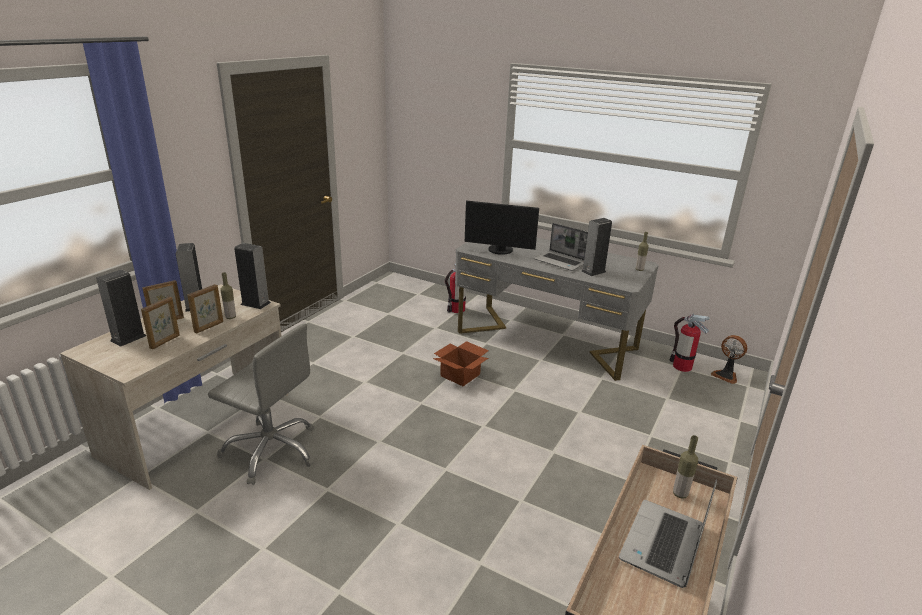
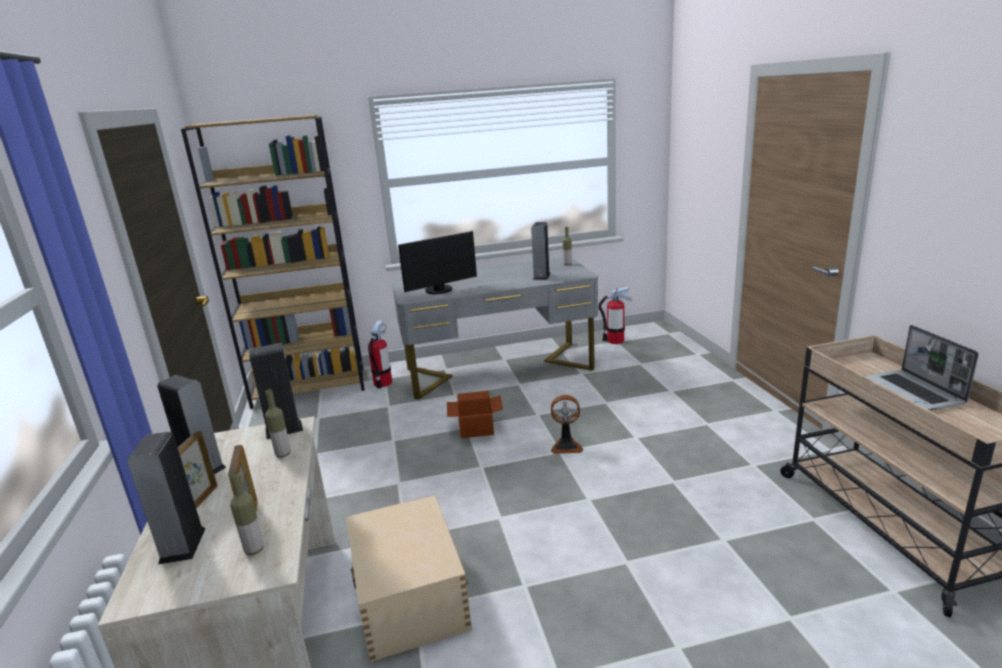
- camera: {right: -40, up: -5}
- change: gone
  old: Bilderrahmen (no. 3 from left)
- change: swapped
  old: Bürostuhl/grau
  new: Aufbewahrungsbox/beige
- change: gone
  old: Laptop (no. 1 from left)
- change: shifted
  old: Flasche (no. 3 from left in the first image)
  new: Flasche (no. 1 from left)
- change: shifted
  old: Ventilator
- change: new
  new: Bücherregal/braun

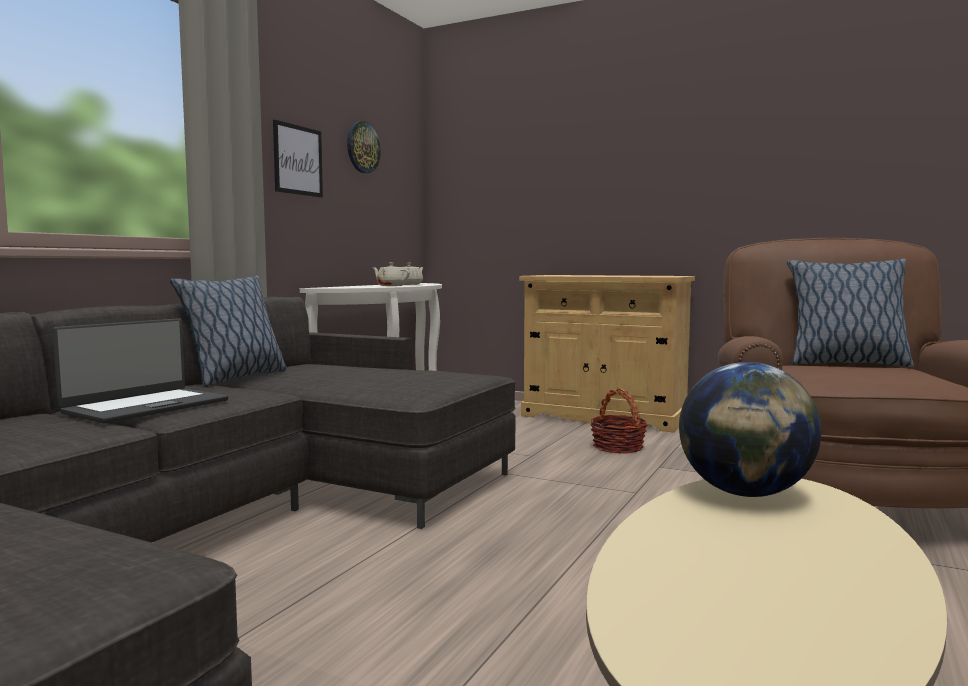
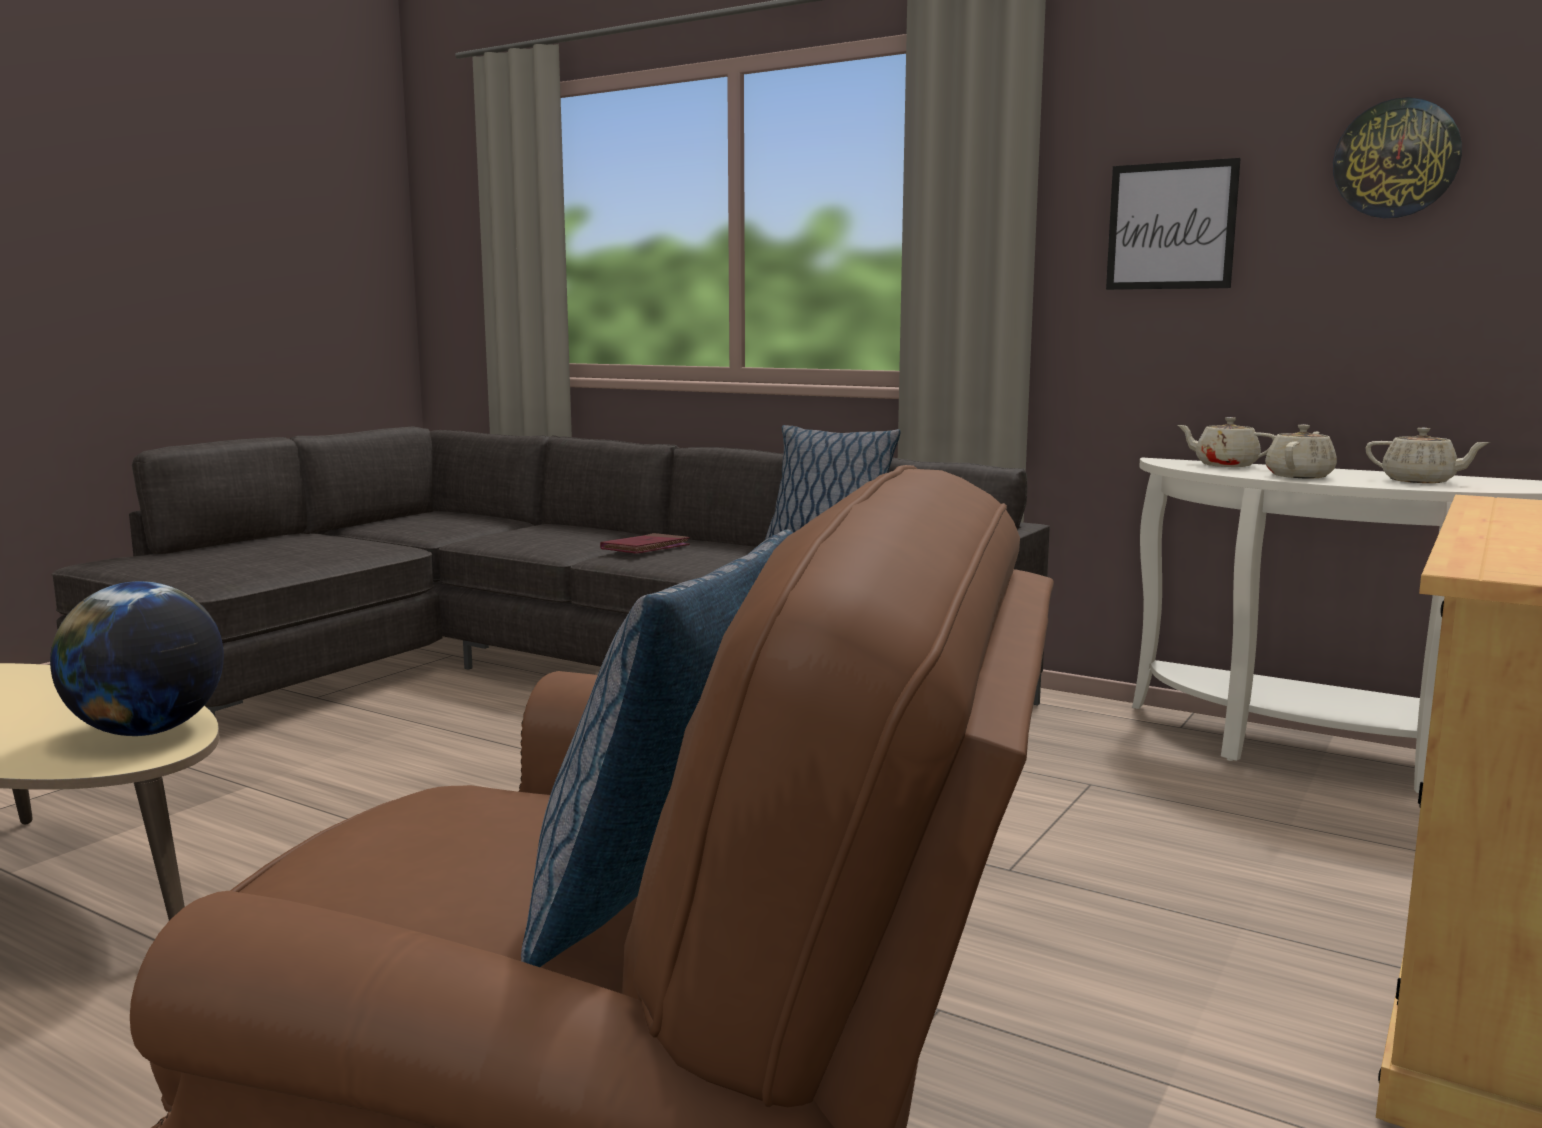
- camera: {right: 95, up: 5}
- change: swapped
  old: Laptop
  new: Buch/rot
- change: gone
  old: Korb
- change: new
  new: Teekanne/beige (no. 1 from left)

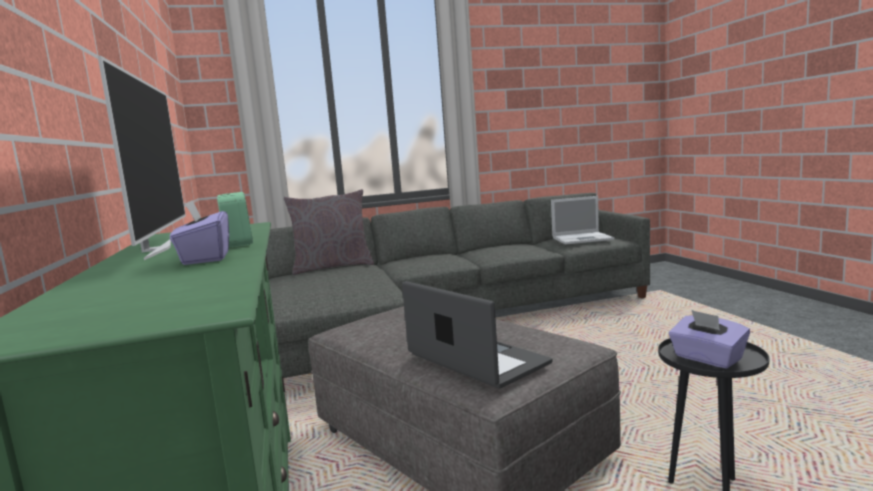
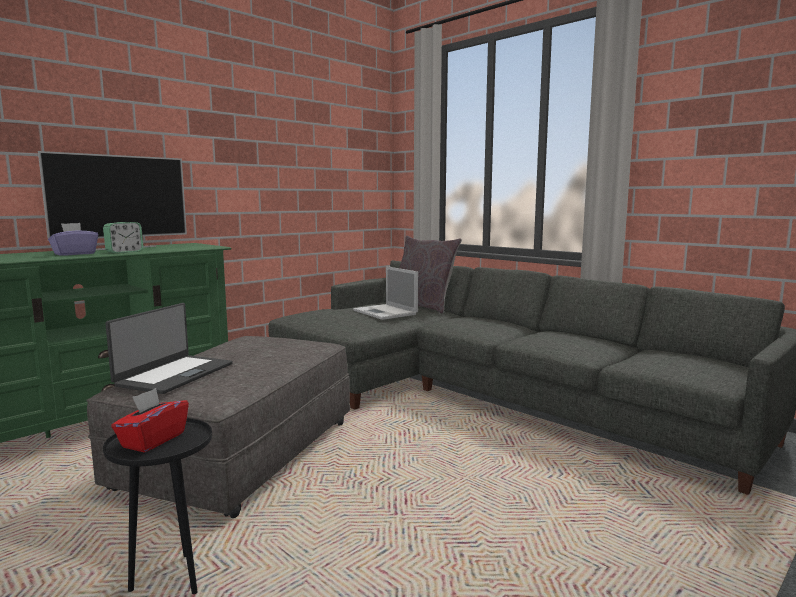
- camera: {right: 60, up: 0}
- change: shifted
  old: Laptop (no. 2 from left)
- change: repainted
  old: Taschentuchbox/lila (no. 2 from left)
  new: Taschentuchbox/rot

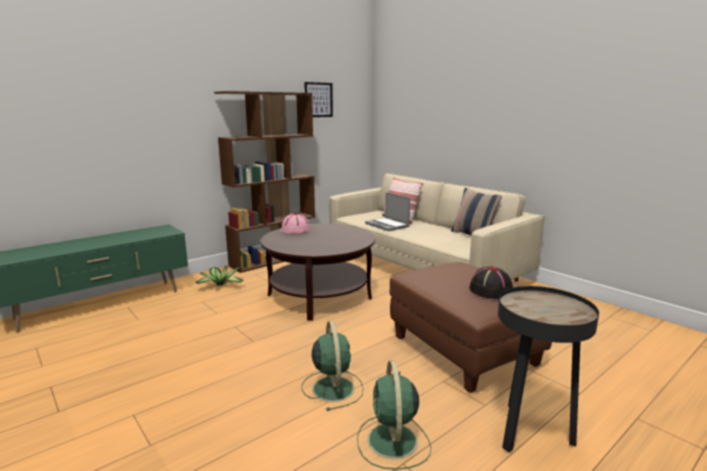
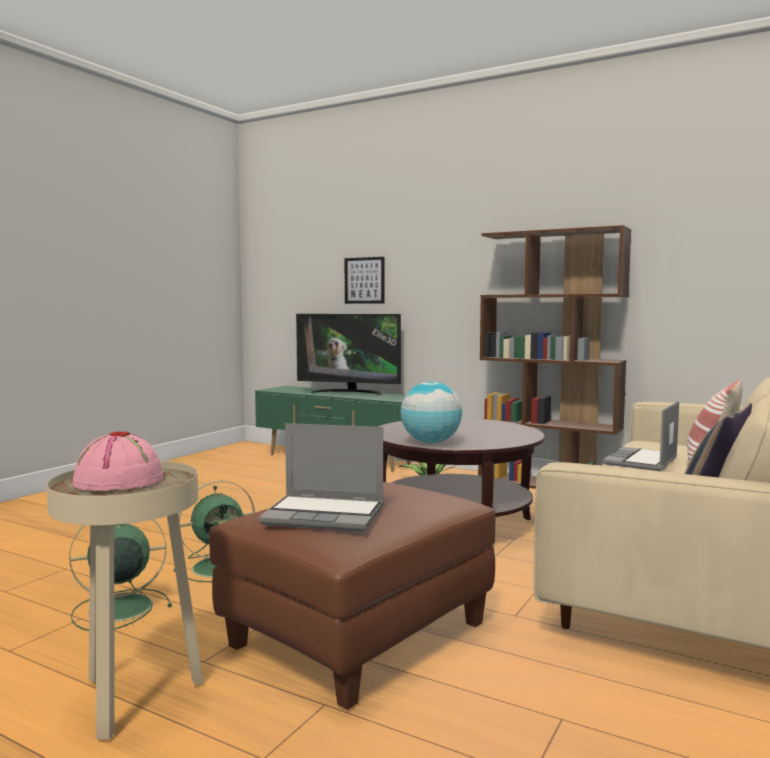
- camera: {right: 70, up: -10}
- change: shifted
  old: Hut/rosa
- change: shifted
  old: Bild
- change: swapped
  old: Hut/schwarz
  new: Laptop (no. 1 from left)
- change: repainted
  old: Beistelltisch/schwarz
  new: Beistelltisch/beige
- change: new
  new: Fernseher
- change: new
  new: Globus

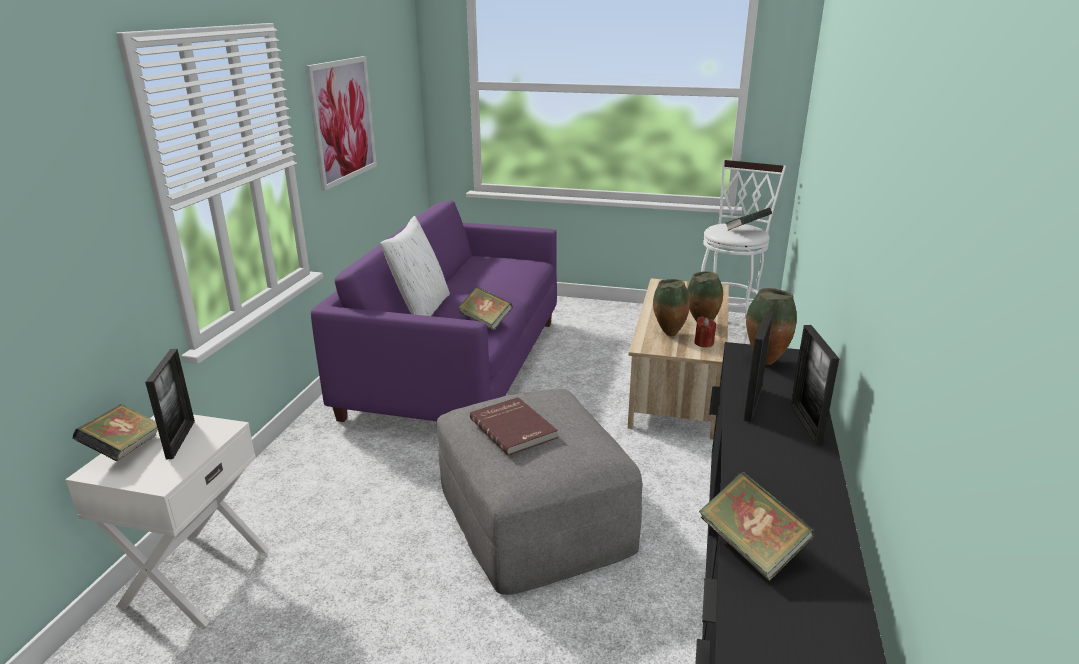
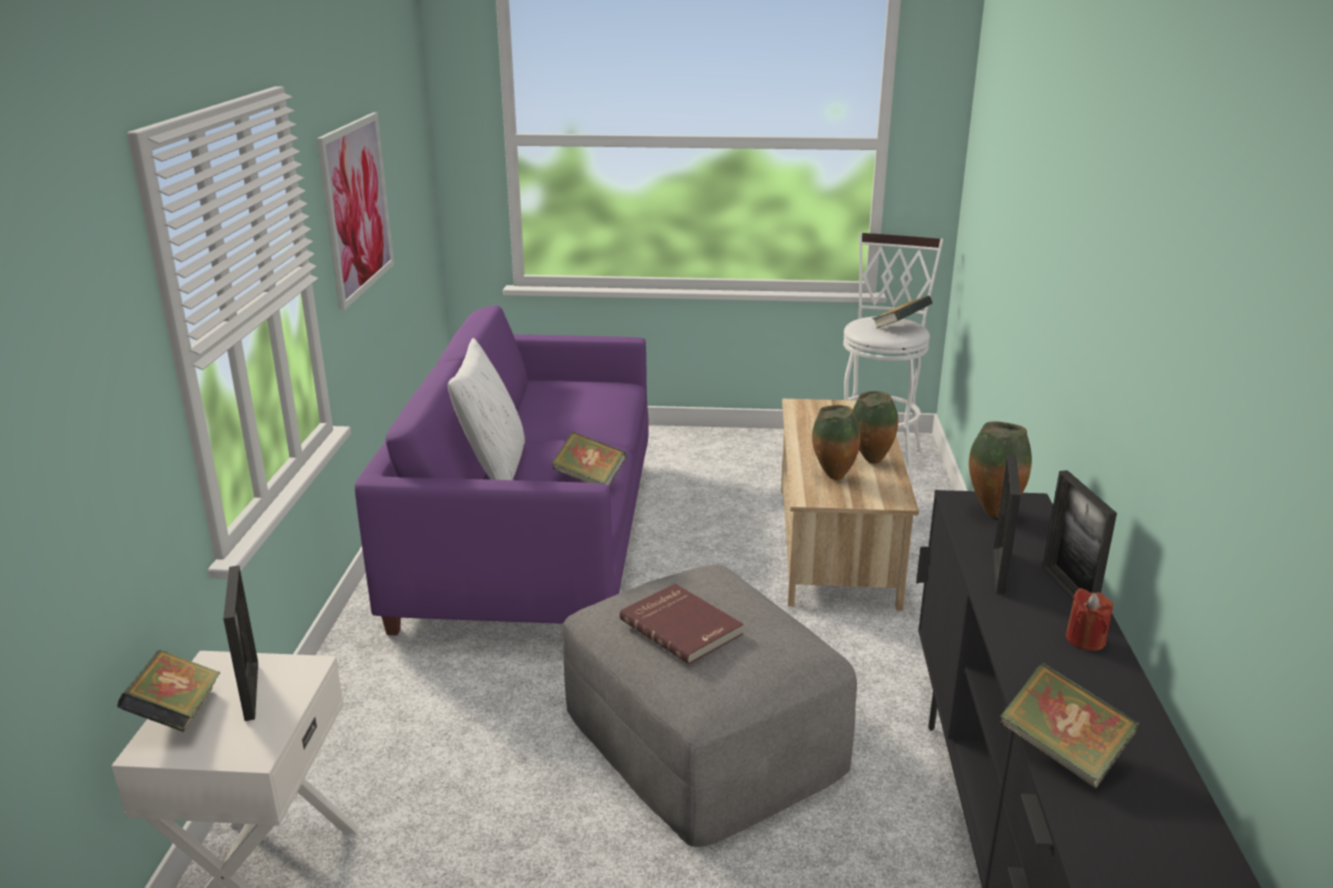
- camera: {right: -10, up: 0}
- change: shifted
  old: Kerze/rot

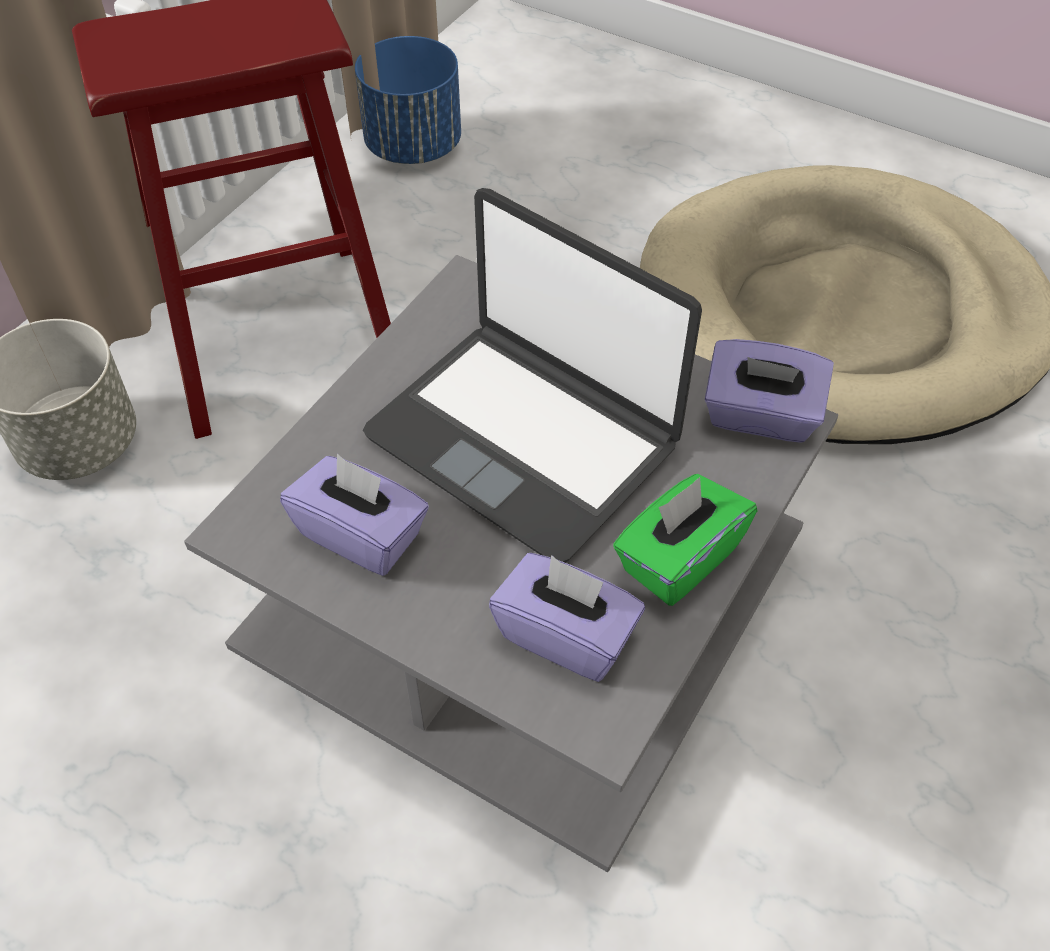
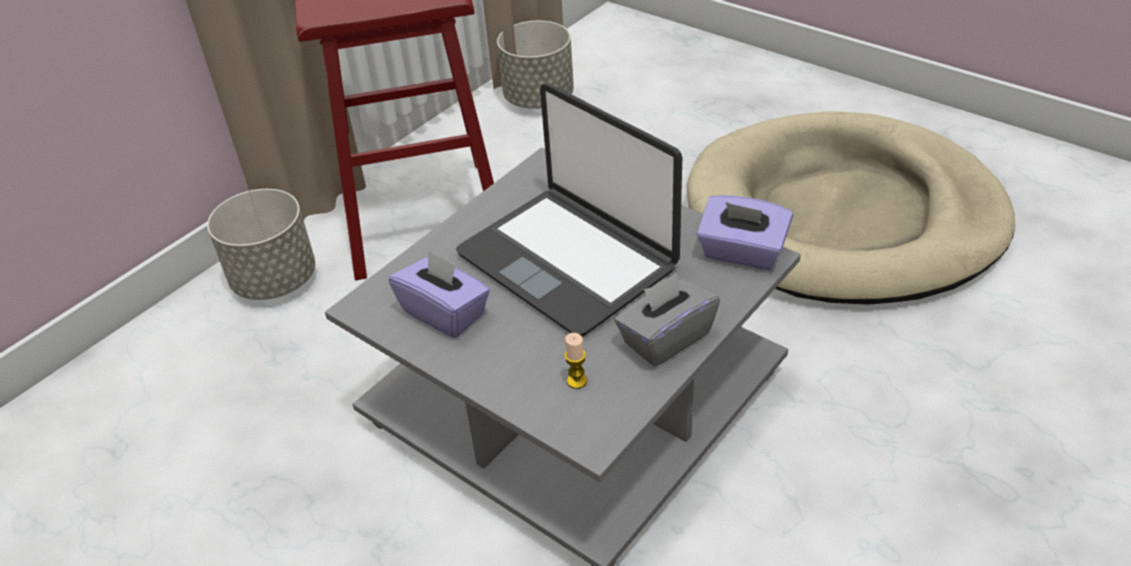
- camera: {right: 10, up: -10}
- change: repainted
  old: Pflanzkübel/blau
  new: Pflanzkübel/grau (no. 2 from left)
- change: swapped
  old: Taschentuchbox/lila (no. 2 from left)
  new: Kerze
- change: repainted
  old: Taschentuchbox/grün
  new: Taschentuchbox/grau

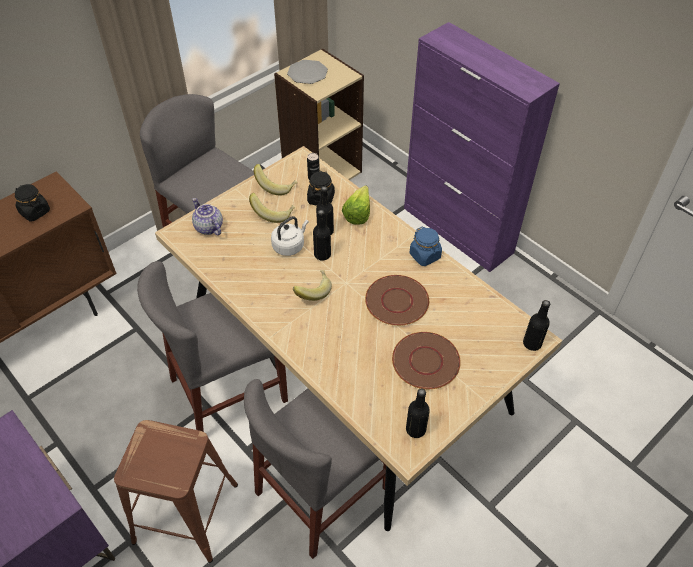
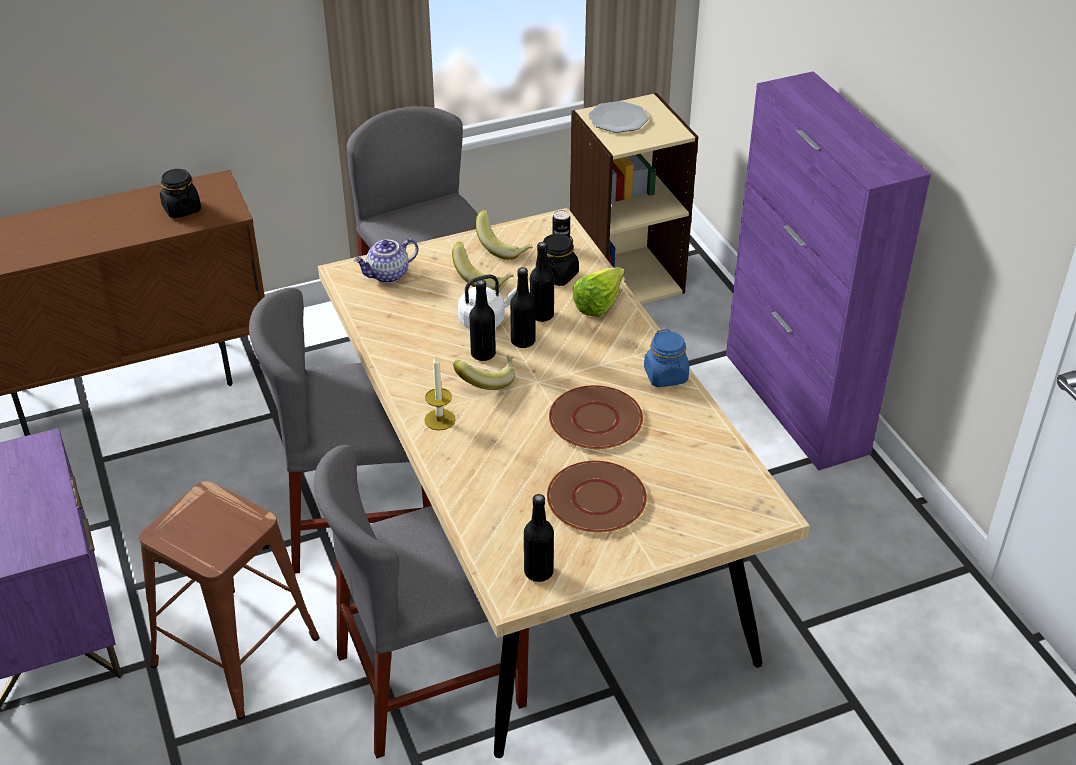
- camera: {right: 20, up: -10}
- change: rotated
  old: Teekanne
  degrees: -105
- change: shifted
  old: Flasche/schwarz (no. 4 from left in the first image)
  new: Flasche/schwarz (no. 1 from left)
- change: new
  new: Kerze

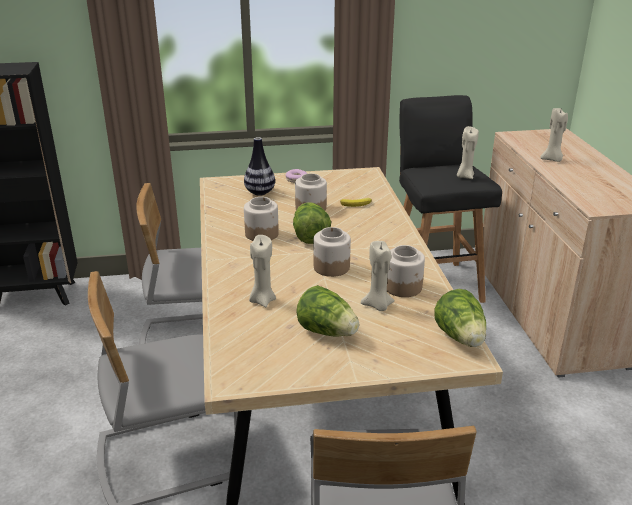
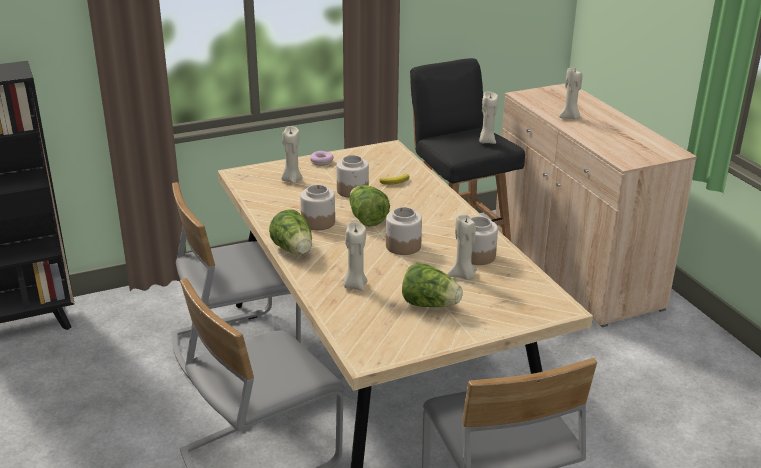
- camera: {right: -15, up: 0}
- change: swapped
  old: Vase
  new: Kerze/beige (no. 1 from left)
- change: shifted
  old: Salatkopf (no. 3 from left in the first image)
  new: Salatkopf (no. 1 from left)

